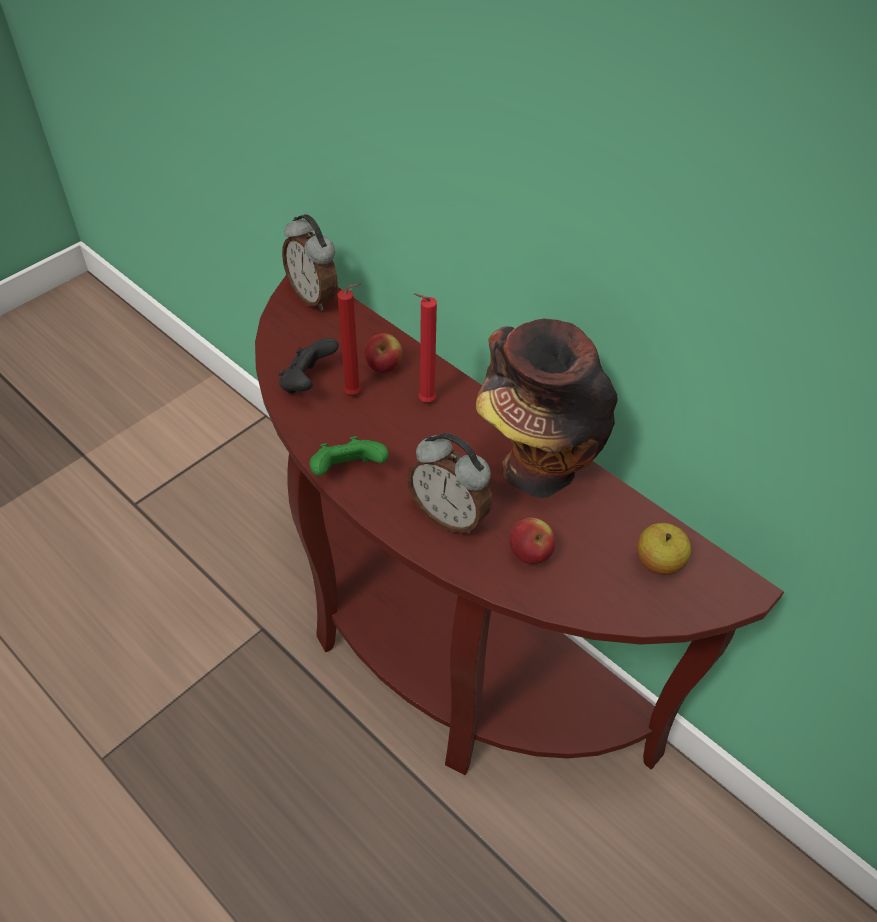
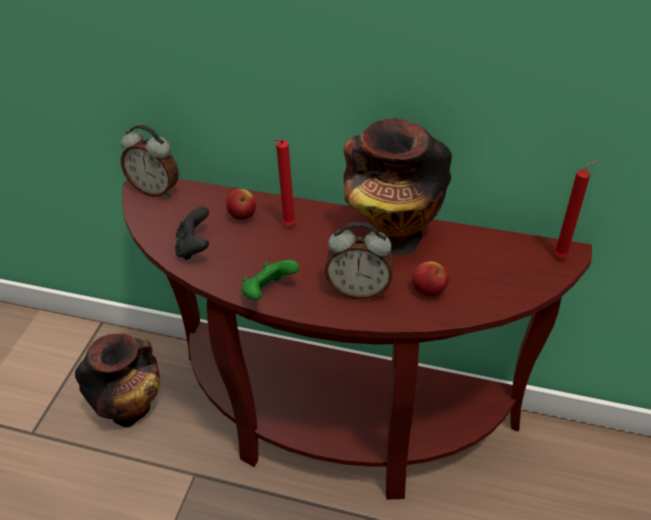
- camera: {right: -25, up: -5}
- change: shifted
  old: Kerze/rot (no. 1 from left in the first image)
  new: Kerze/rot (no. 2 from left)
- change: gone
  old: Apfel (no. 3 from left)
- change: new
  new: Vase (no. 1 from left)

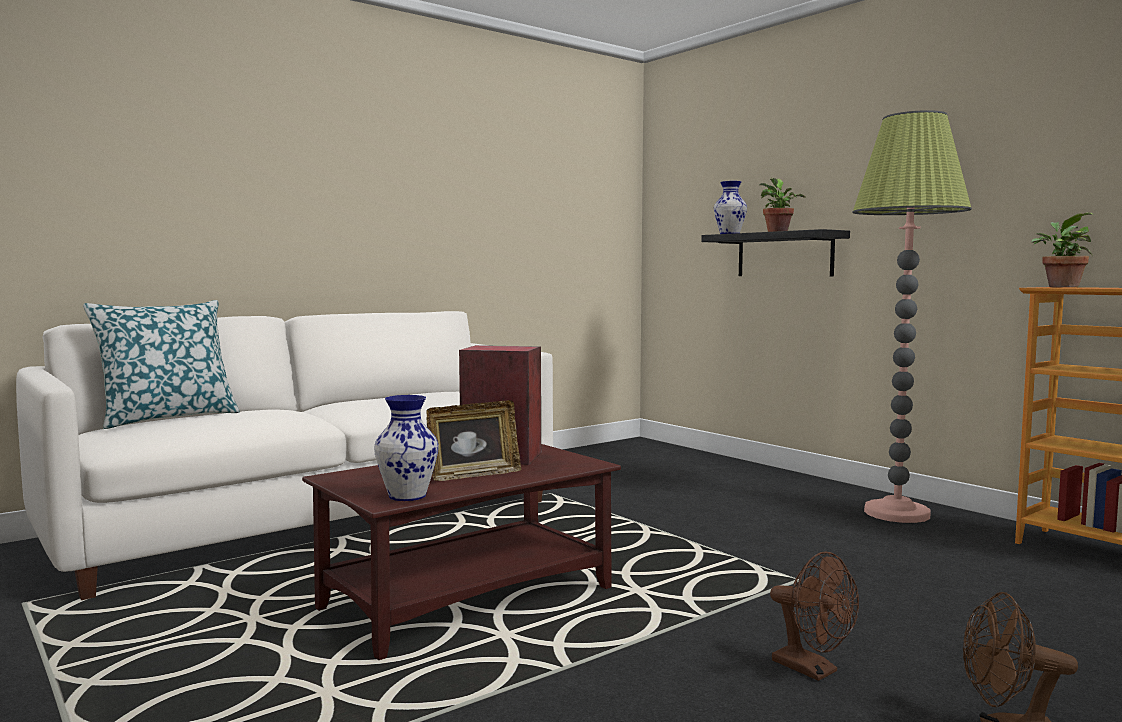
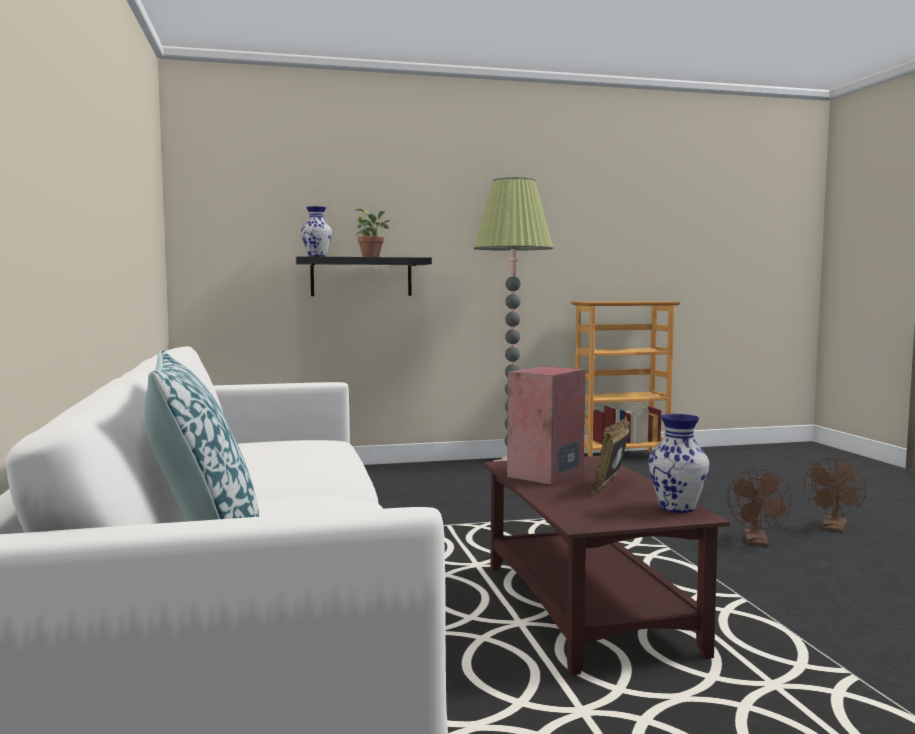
- camera: {right: -65, up: 0}
- change: rotated
  old: Bilderrahmen
  degrees: -150
- change: rotated
  old: Ventilator/braun (no. 1 from left)
  degrees: 120
- change: gone
  old: Topfpflanze (no. 2 from left)

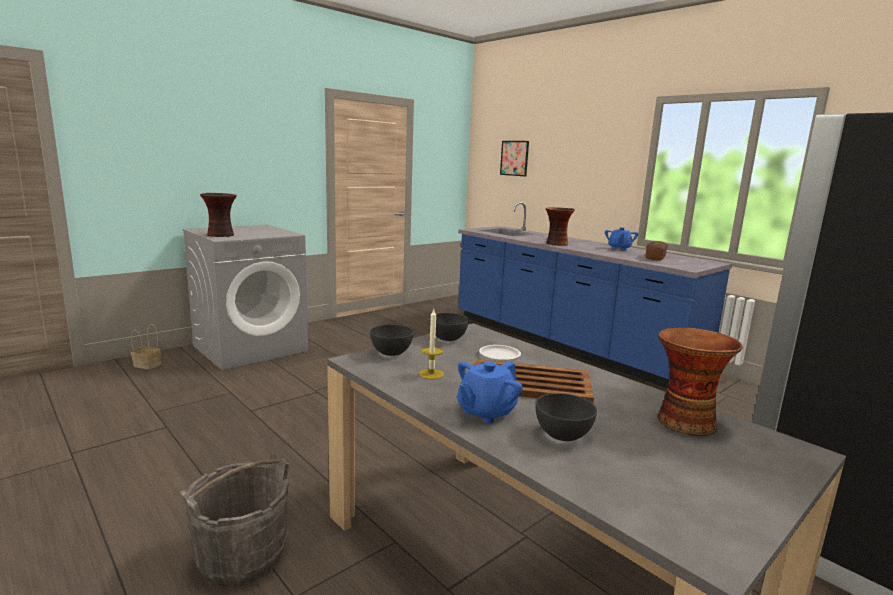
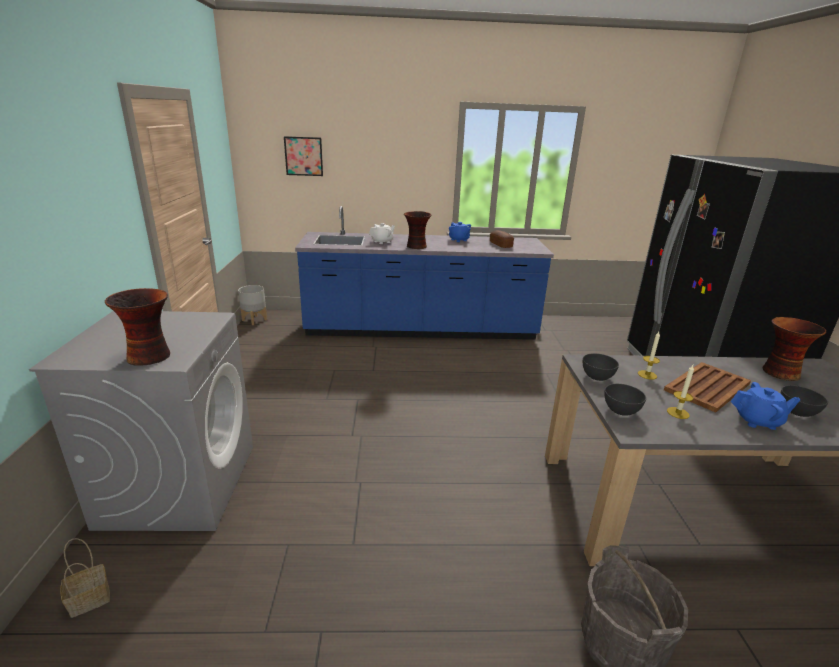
- camera: {right: -50, up: 10}
- change: rotated
  old: Teekanne/blau (no. 1 from left in the first image)
  degrees: -75
- change: swapped
  old: Teller/weiß
  new: Kerze (no. 1 from left)
- change: new
  new: Pflanzkübel/grau
- change: new
  new: Teekanne/weiß

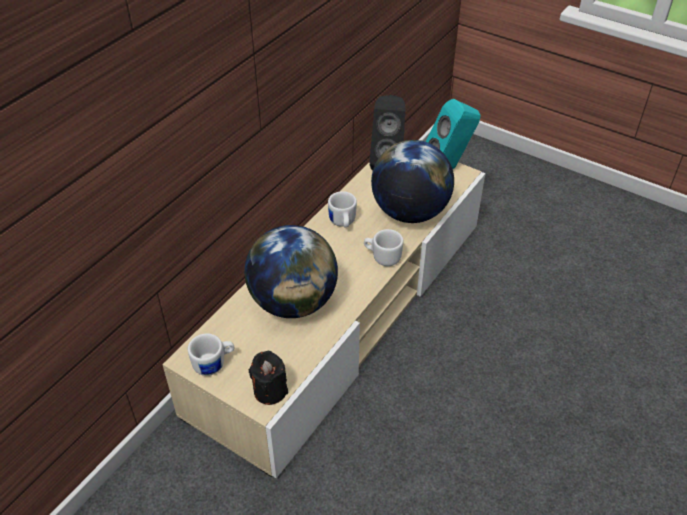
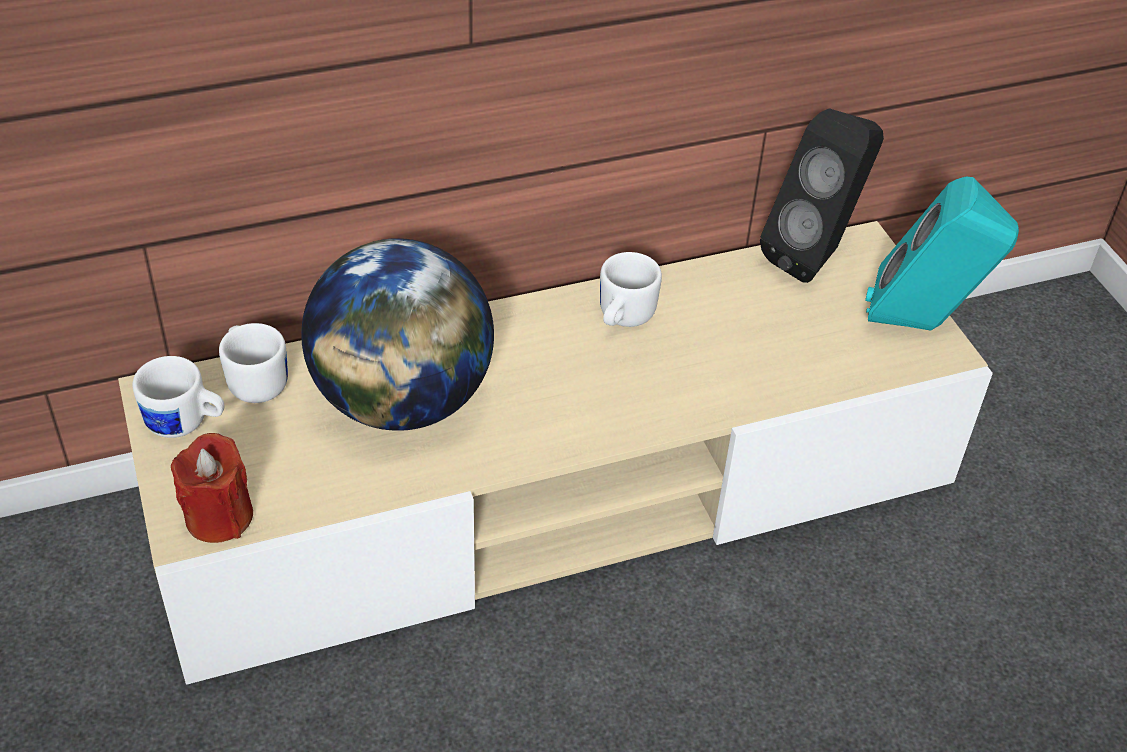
- camera: {right: 35, up: 0}
- change: repainted
  old: Kerze/schwarz
  new: Kerze/rot
- change: shifted
  old: Henkelbecher/weiß (no. 3 from left in the first image)
  new: Henkelbecher/weiß (no. 2 from left)
- change: gone
  old: Globus (no. 2 from left)

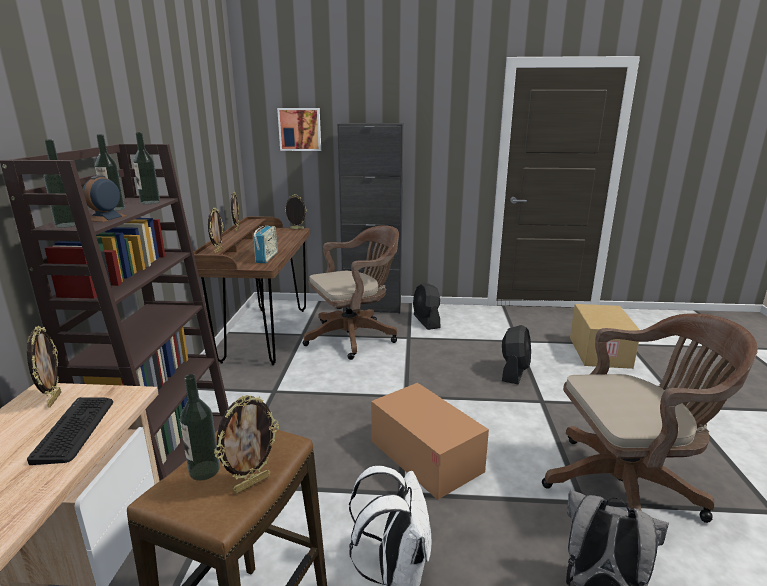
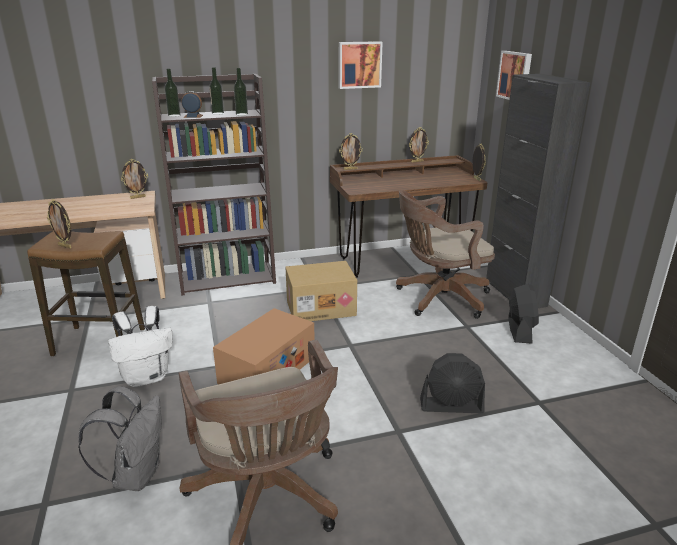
- camera: {right: 70, up: 5}
- change: gone
  old: Tastatur
- change: gone
  old: Flasche (no. 4 from left)
- change: gone
  old: Radio
- change: rotated
  old: Bürostuhl/braun (no. 1 from left in the first image)
  degrees: 120
- change: rotated
  old: Ventilator/schwarz (no. 1 from left in the first image)
  degrees: 135
- change: shifted
  old: Karton (no. 2 from left)
- change: new
  new: Bild (no. 1 from left)

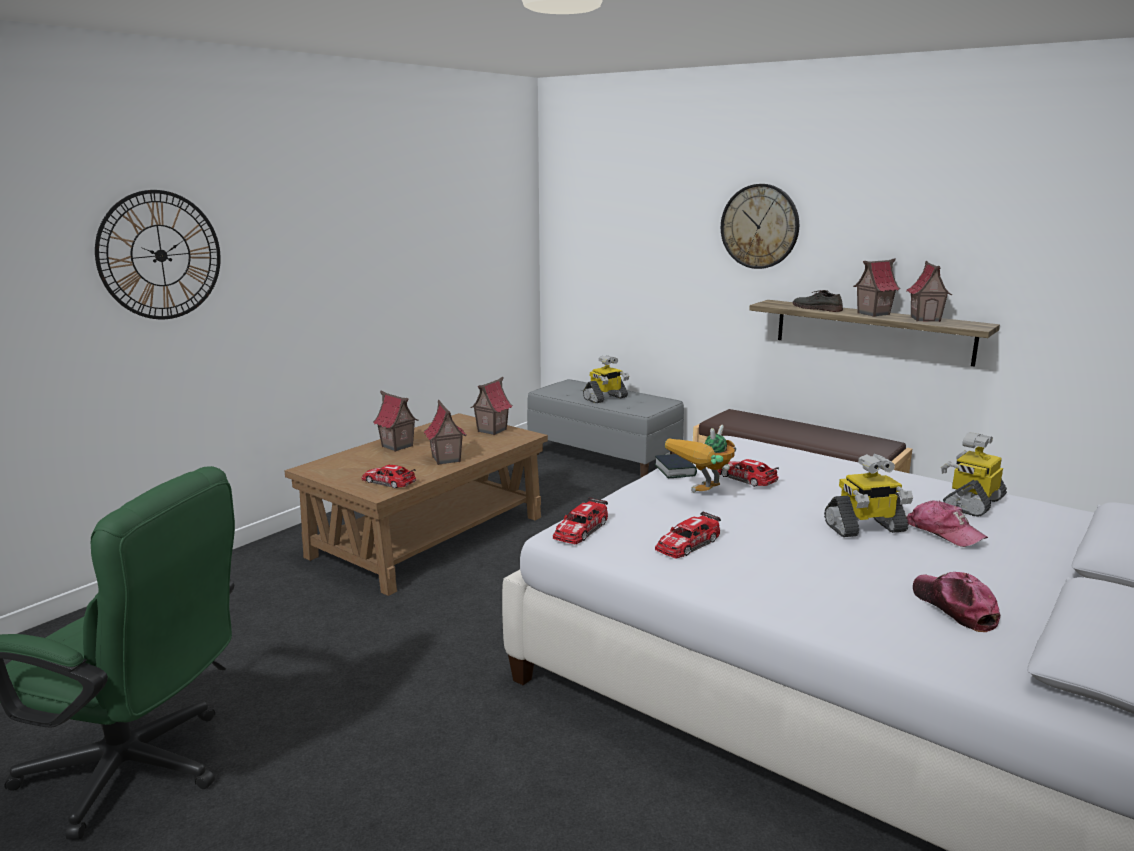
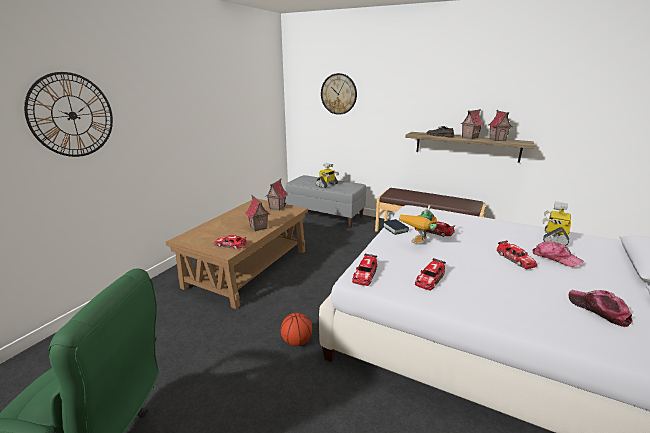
- camera: {right: -10, up: 5}
- change: gone
  old: Spielzeughaus (no. 1 from left)
- change: shifted
  old: Wanduhr (no. 2 from left)
- change: swapped
  old: Spielzeugroboter (no. 3 from left)
  new: Spielzeugauto (no. 5 from left)
- change: new
  new: Basketball

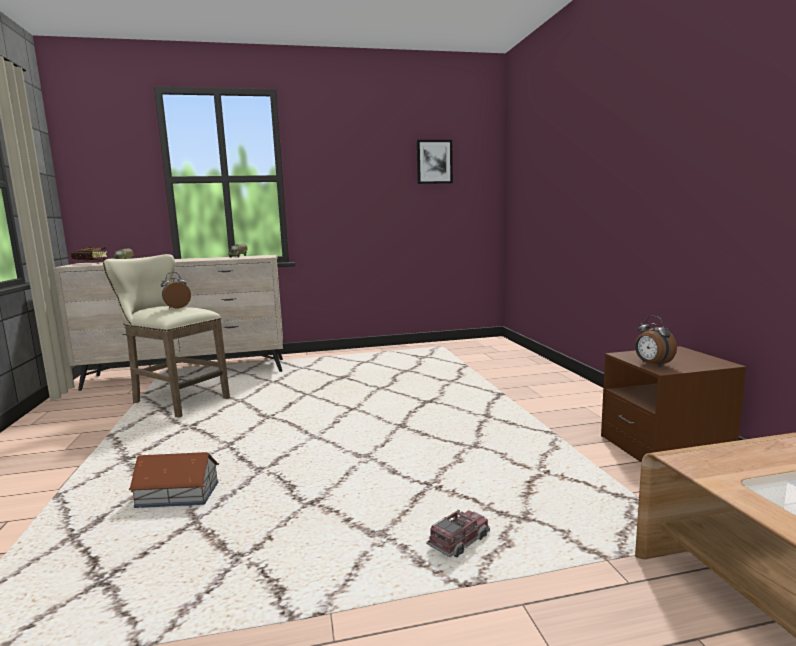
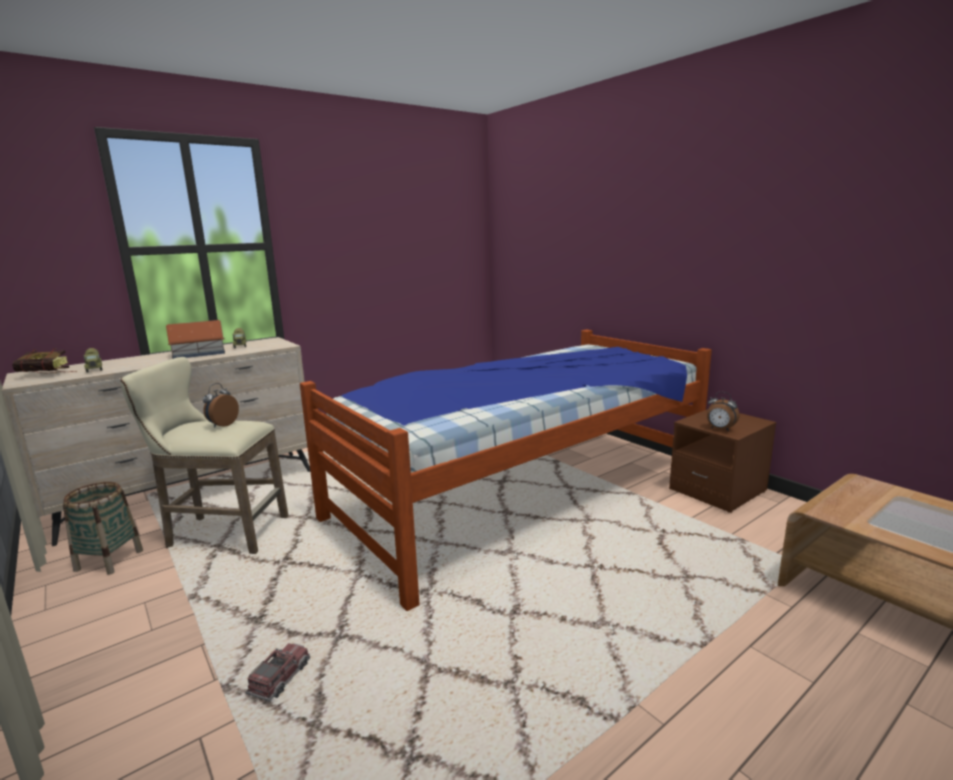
- camera: {right: -25, up: 5}
- change: shifted
  old: Spielzeughaus
- change: gone
  old: Bild
- change: shifted
  old: Spielzeuglaster (no. 3 from left)
- change: new
  new: Korb
- change: new
  new: Bett

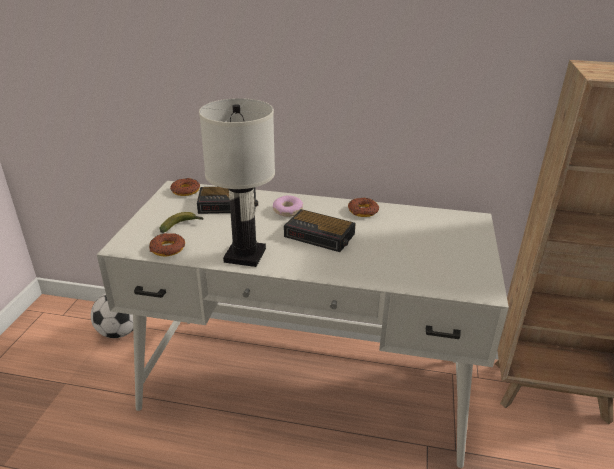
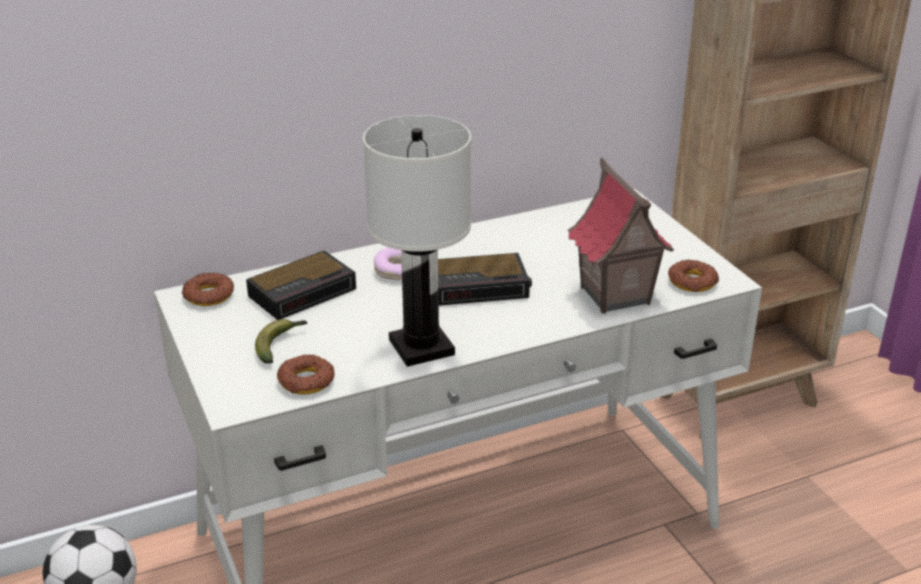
- camera: {right: -35, up: 0}
- change: shifted
  old: Donut (no. 4 from left)
- change: new
  new: Spielzeughaus

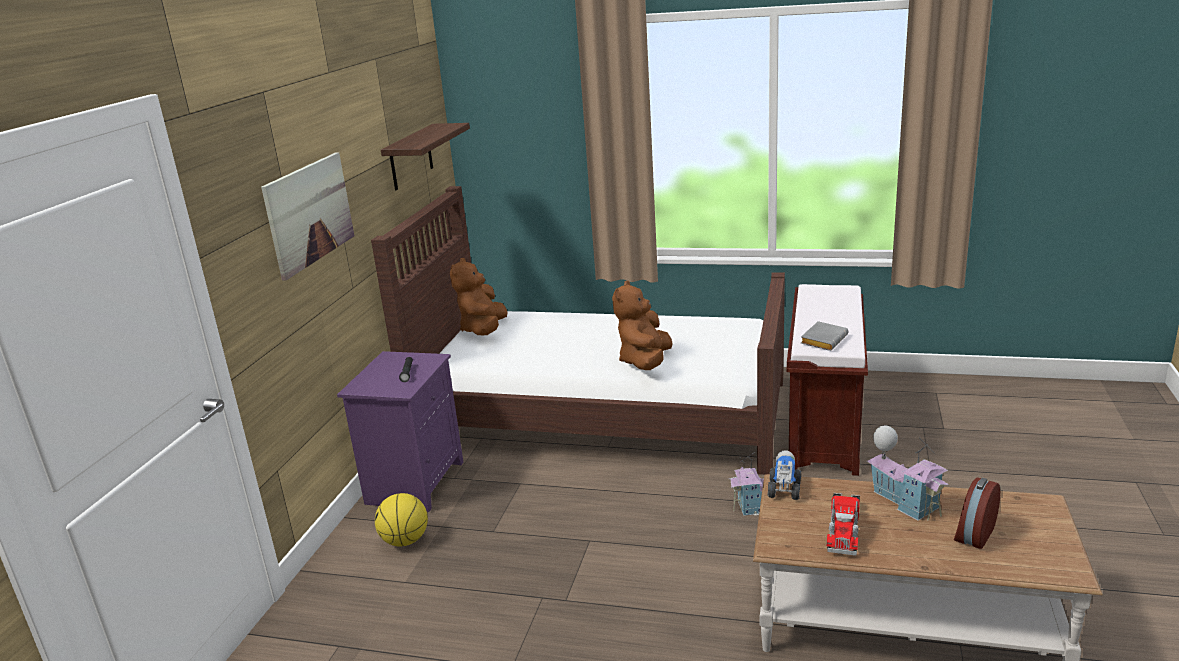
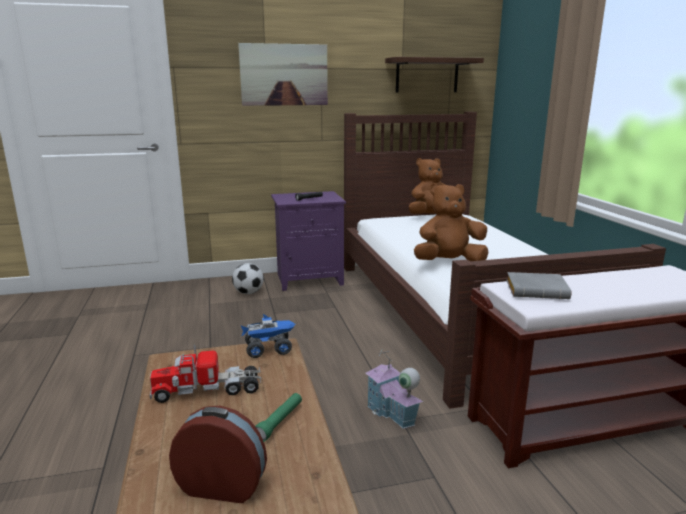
- camera: {right: 60, up: -5}
- change: swapped
  old: Basketball
  new: Fußball
- change: swapped
  old: Spielzeughaus (no. 2 from left)
  new: Taschenlampe/grün

